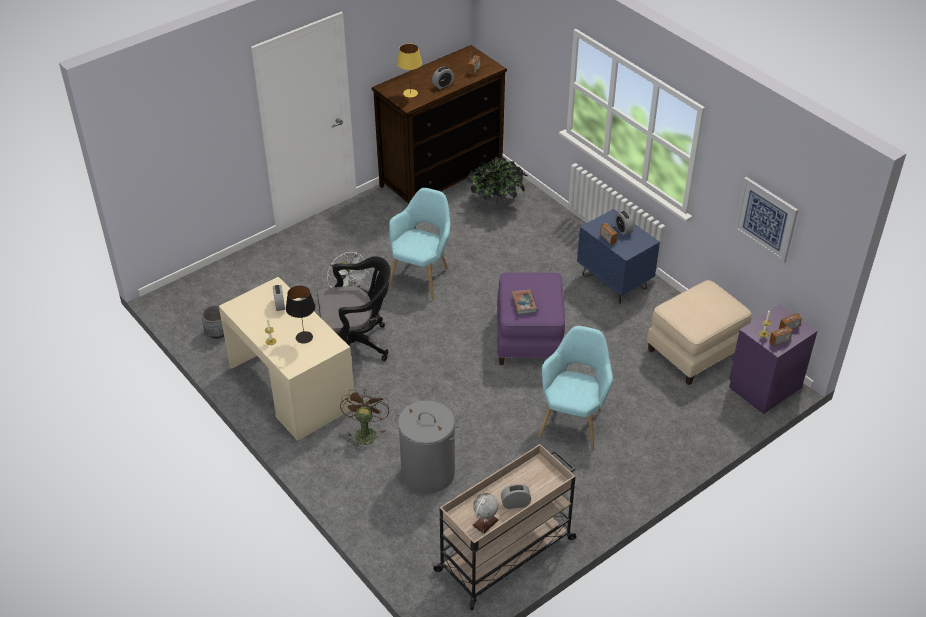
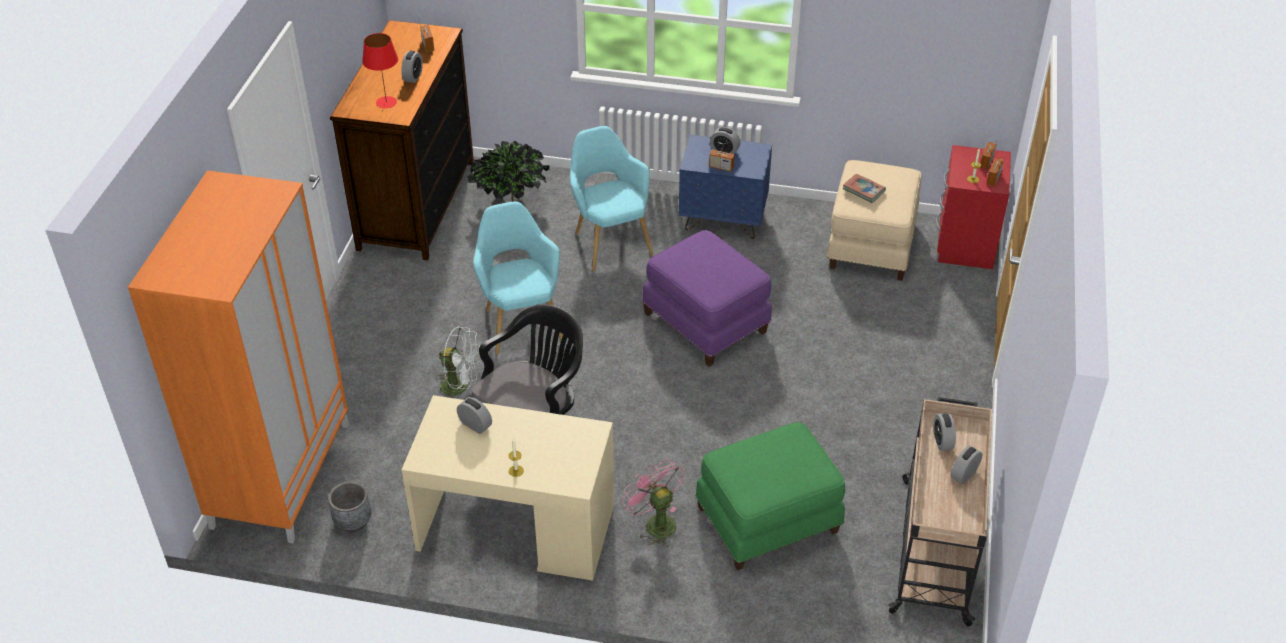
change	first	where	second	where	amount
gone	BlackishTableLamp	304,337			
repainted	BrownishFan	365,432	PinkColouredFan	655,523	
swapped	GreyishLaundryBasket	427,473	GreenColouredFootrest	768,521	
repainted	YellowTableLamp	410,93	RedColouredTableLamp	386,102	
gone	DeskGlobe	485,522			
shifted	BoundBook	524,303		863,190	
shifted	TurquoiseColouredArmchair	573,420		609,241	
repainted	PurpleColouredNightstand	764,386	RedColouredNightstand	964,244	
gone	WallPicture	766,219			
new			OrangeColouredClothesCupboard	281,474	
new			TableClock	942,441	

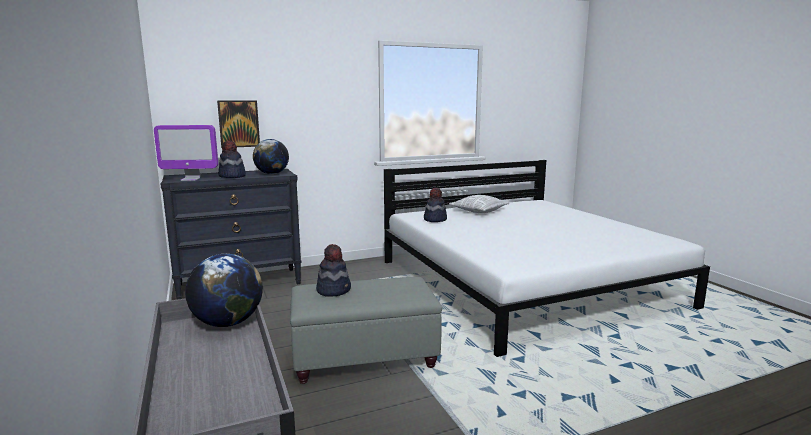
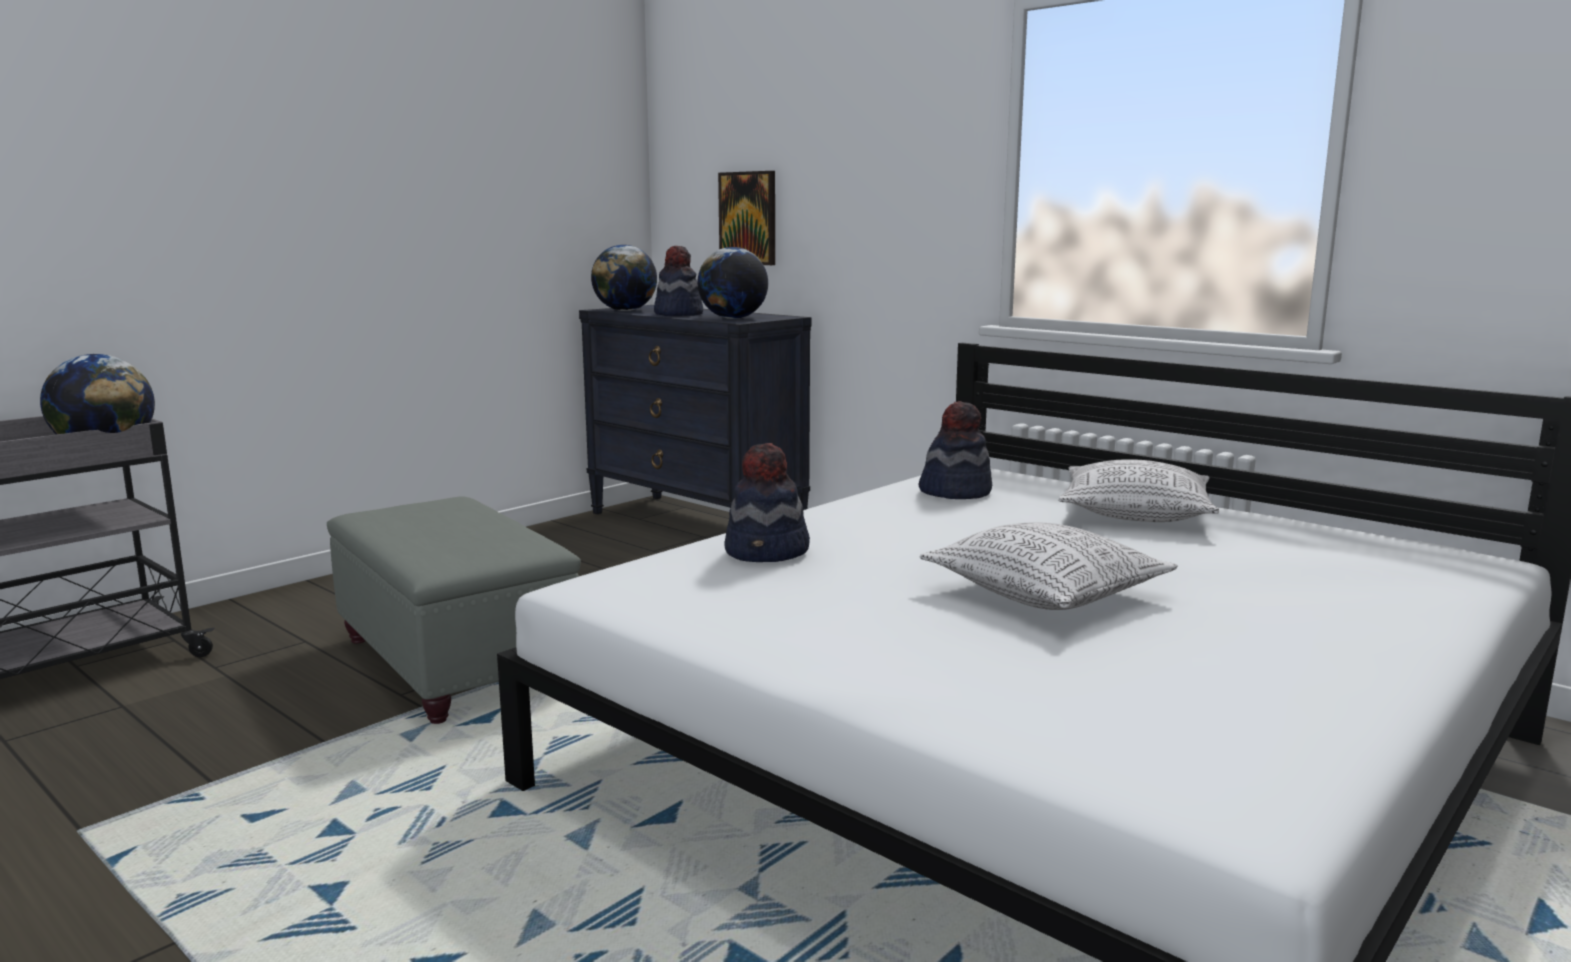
change	first	where	second	where	amount
swapped	ComputerDisplay	190,179	DeskGlobe	625,310	
shifted	ClothingHat	334,290		768,552	
new			Pillow	1046,594	

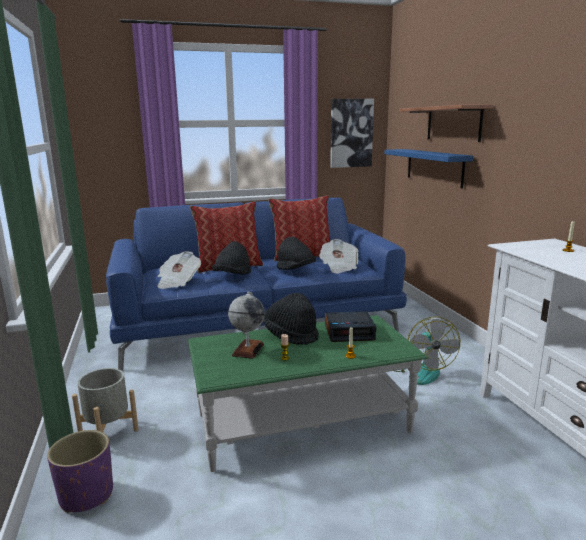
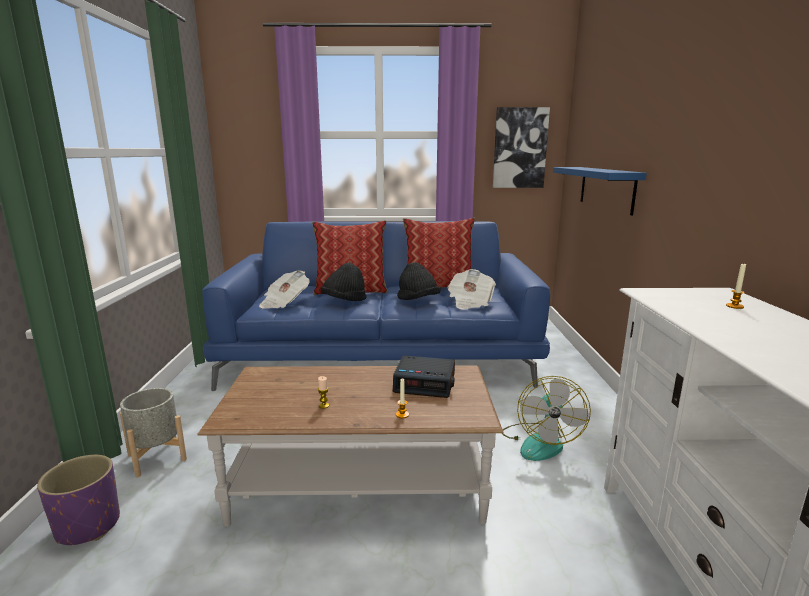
change	first	where	second	where	amount
repainted	GreenColouredLowTable	303,423	BrownishLowTable	360,485	
gone	DeskGlobe	248,349			
gone	BlackishClothingHat	291,335			
gone	WallShelf	453,123			

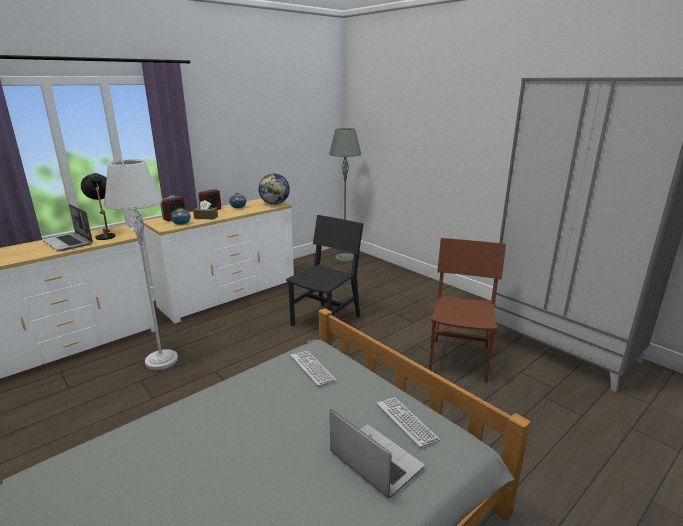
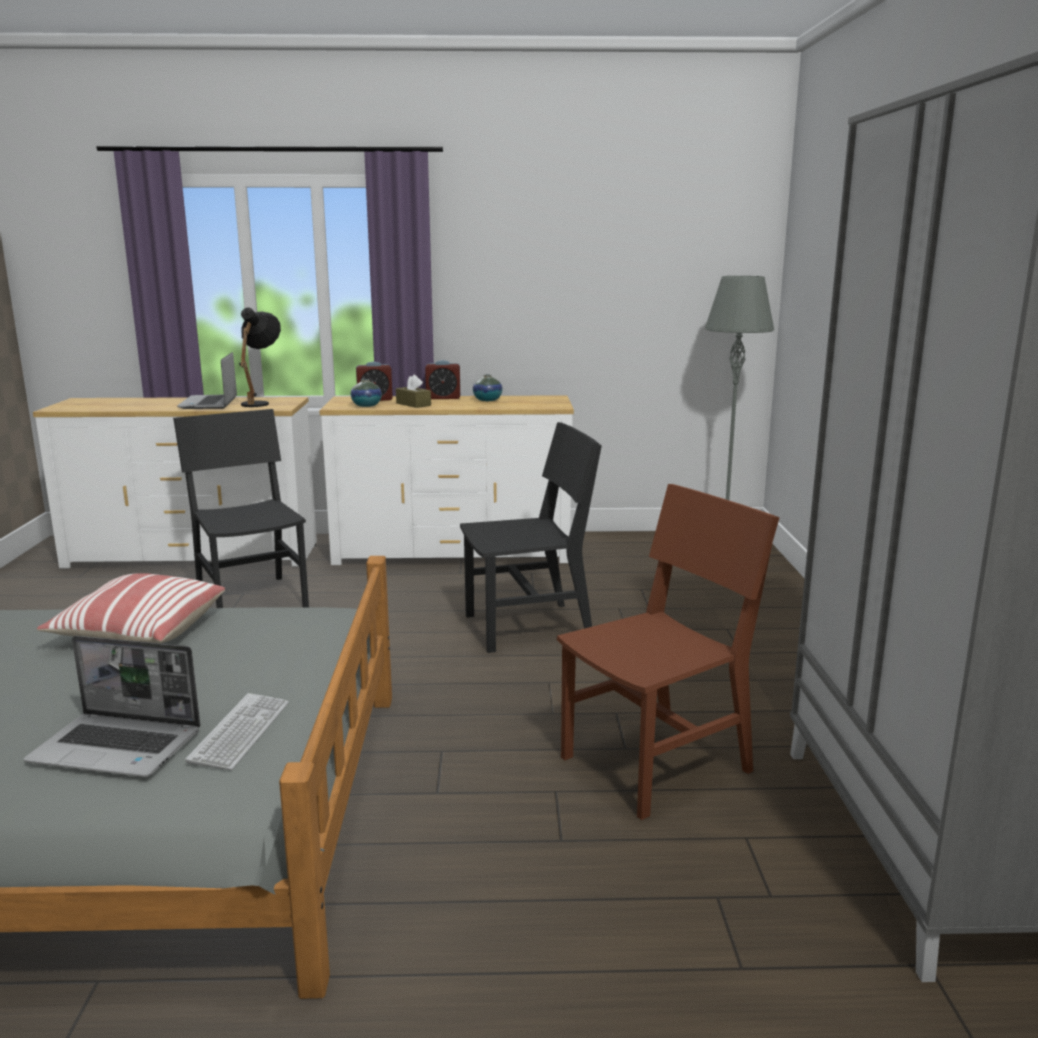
change	first	where	second	where	amount
swapped	GreyishStandingLamp	161,360	BlackishChair	252,600	
gone	DeskGlobe	275,204			
gone	ComputerKeyboard	312,368			
rotated	PortableComputer	374,461		119,747	105 degrees clockwise
new			Pillow	139,632	

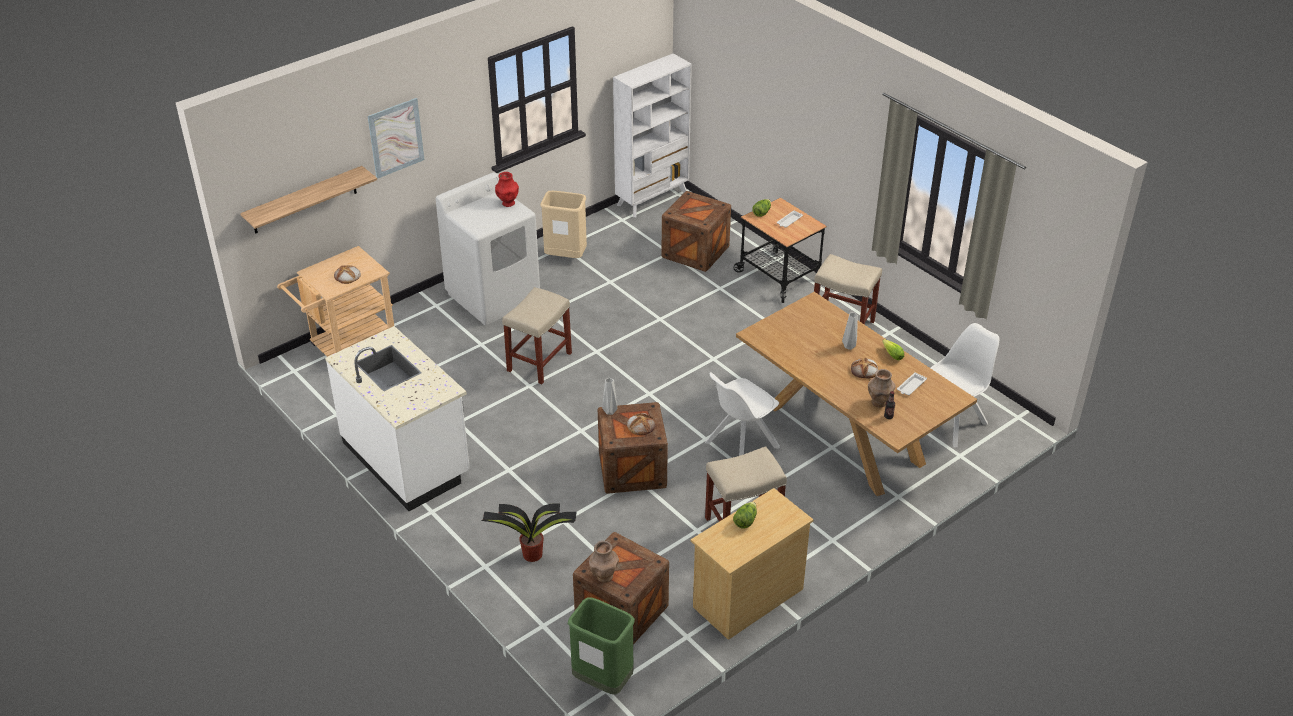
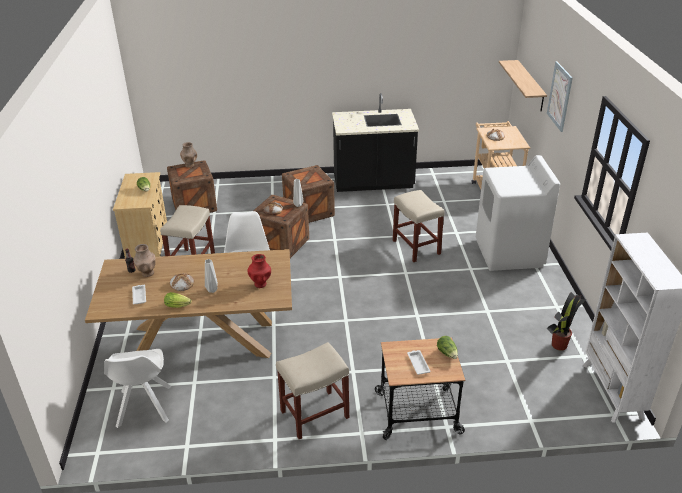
change	first	where	second	where	amount
repainted	WhiteCounter	407,459	BlackishCounter	373,183	
shifted	Houseplant	531,554		559,344	
shifted	RedColouredDecorativeVase	508,203		260,284	
gone	SandColouredTrashCan	566,257			
gone	GreenColouredTrashCan	602,681			
shifted	PackingCrate	695,252		309,211	

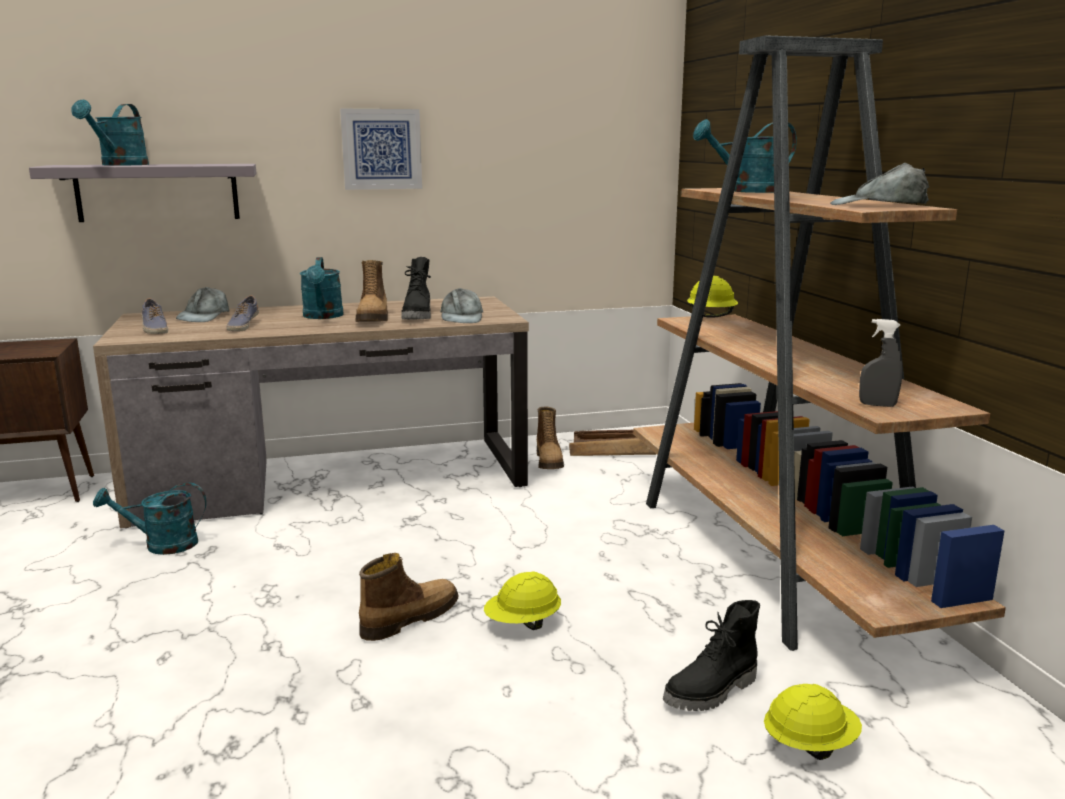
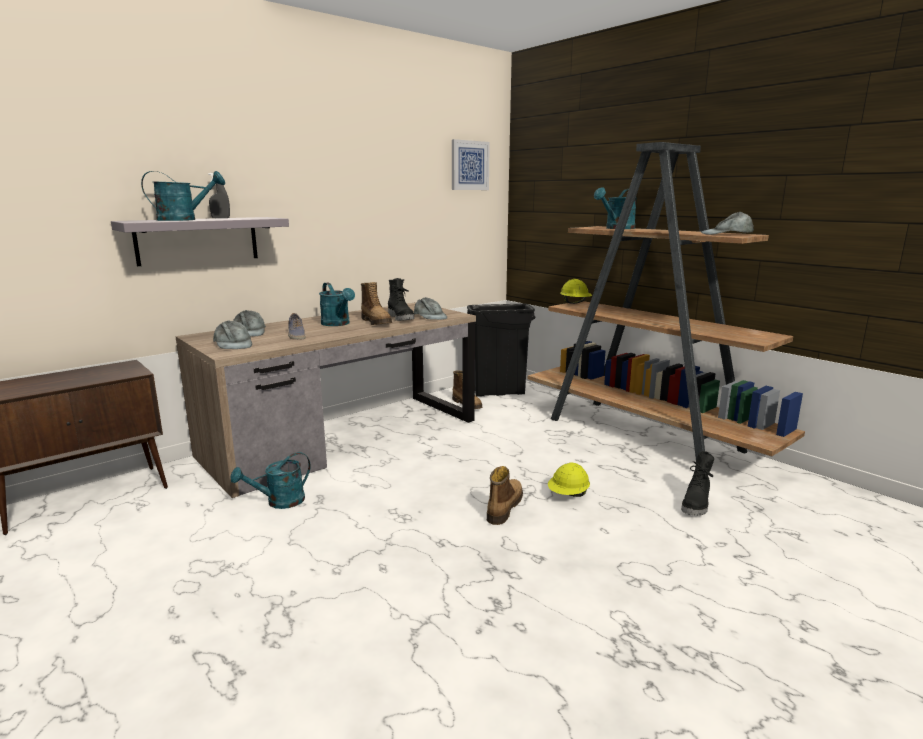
change	first	where	second	where	amount
rotated	TurquoiseColouredWateringCan	120,165		184,220	90 degrees counterclockwise
swapped	LowShoe	154,329	GreyishPeakedCap	233,344	
shifted	WallPicture	381,149		469,165	
swapped	PackingCrate	619,451	BlackishTrashCan	499,393	
gone	YellowHardHat	809,745			
shifted	GreyishSprayBottle	877,405		220,218	

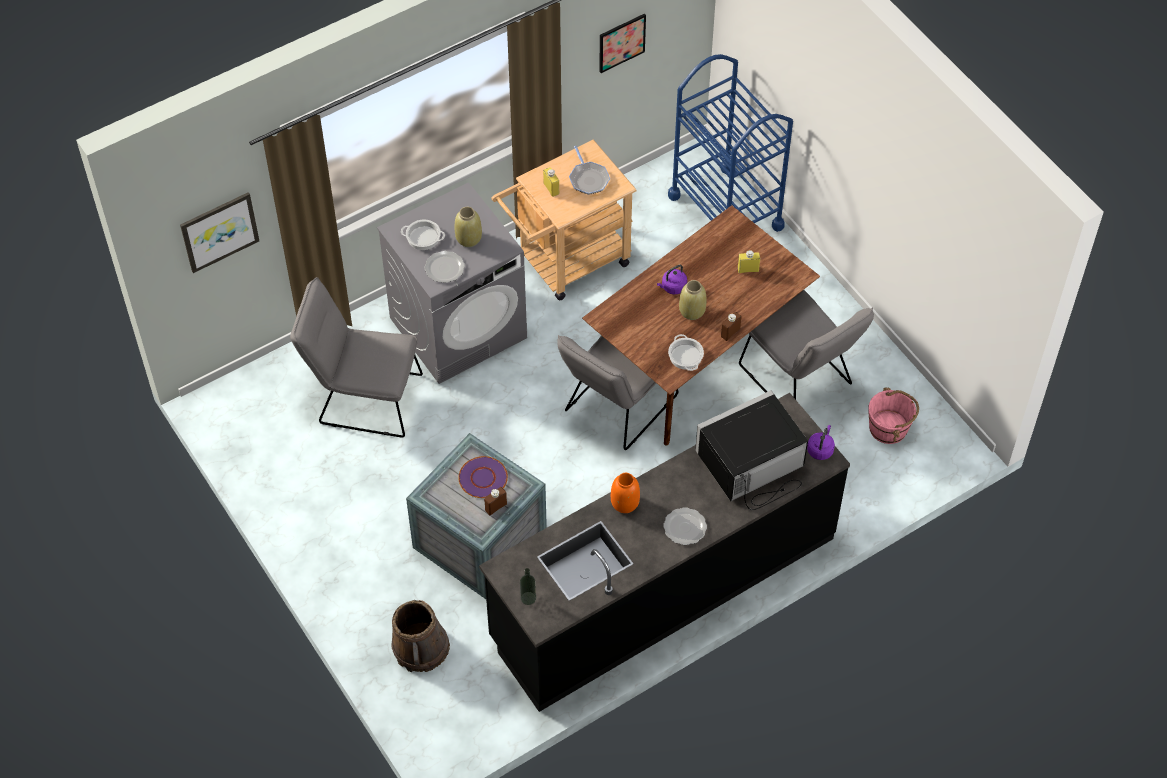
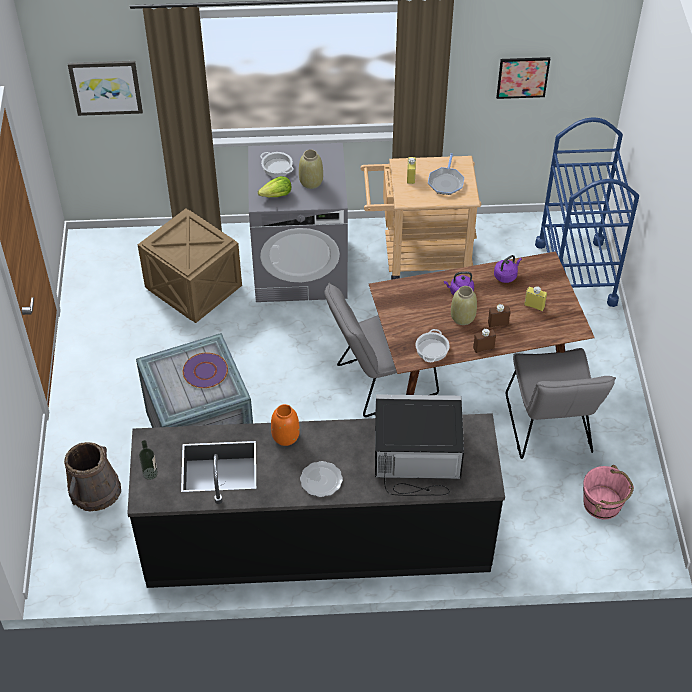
change	first	where	second	where	amount
swapped	GreyishChair	363,398	PackingCrate	192,287	
swapped	Plate	445,268	LettuceHead	276,195	
shifted	BrownishBottle	496,507		498,323	
shifted	PurpleColouredTeaKettle	820,449		506,275	

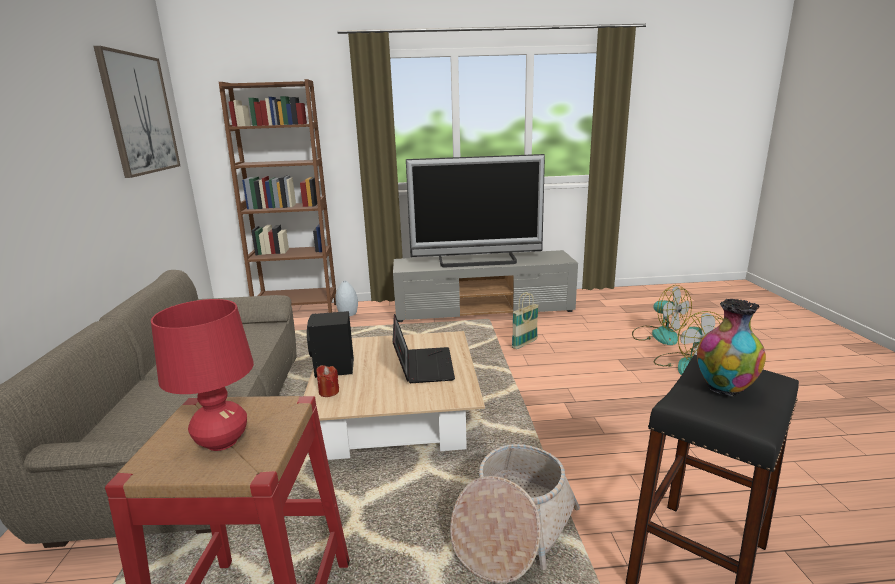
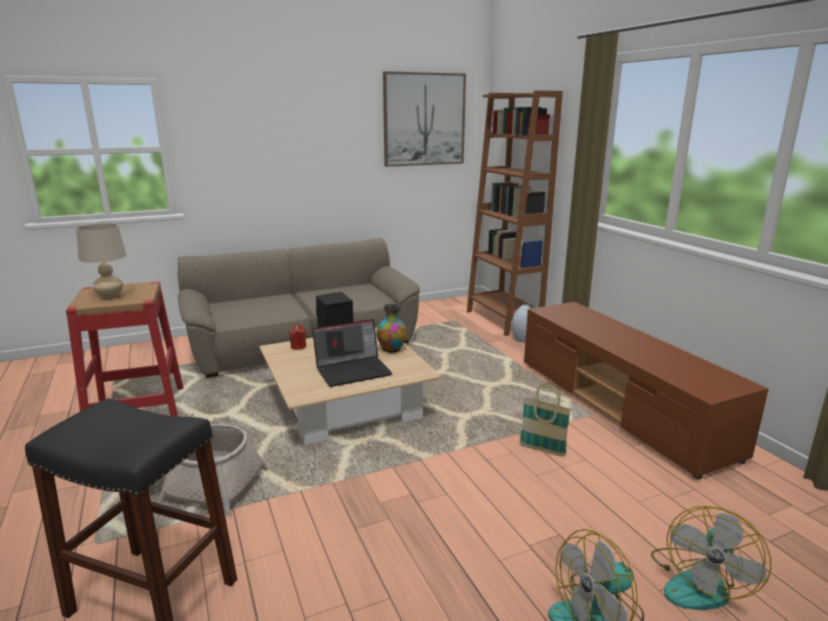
change	first	where	second	where	amount
repainted	RedColouredTableLamp	222,442	SandColouredTableLamp	110,296	
repainted	GreyishTvUnit	484,309	BrownishTvUnit	621,407	
gone	Television	477,261			
shifted	DecorativeVase	725,387		392,350	

